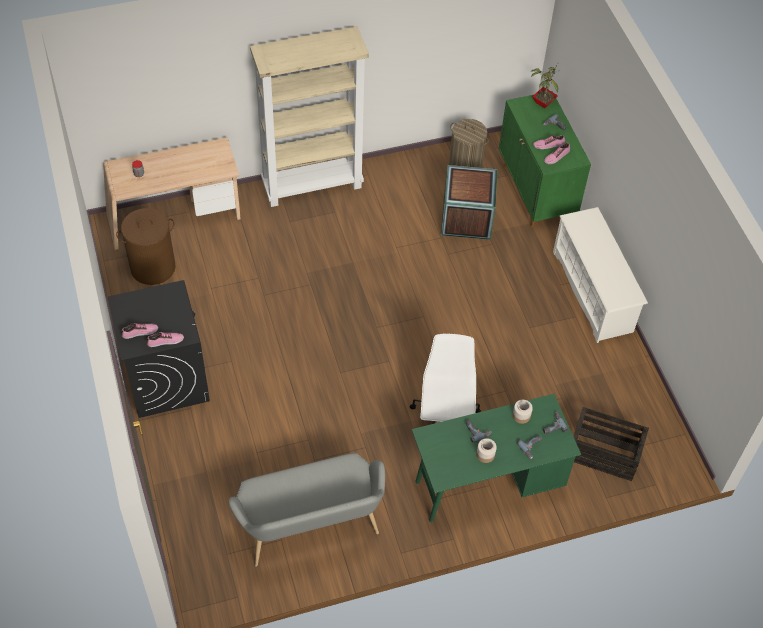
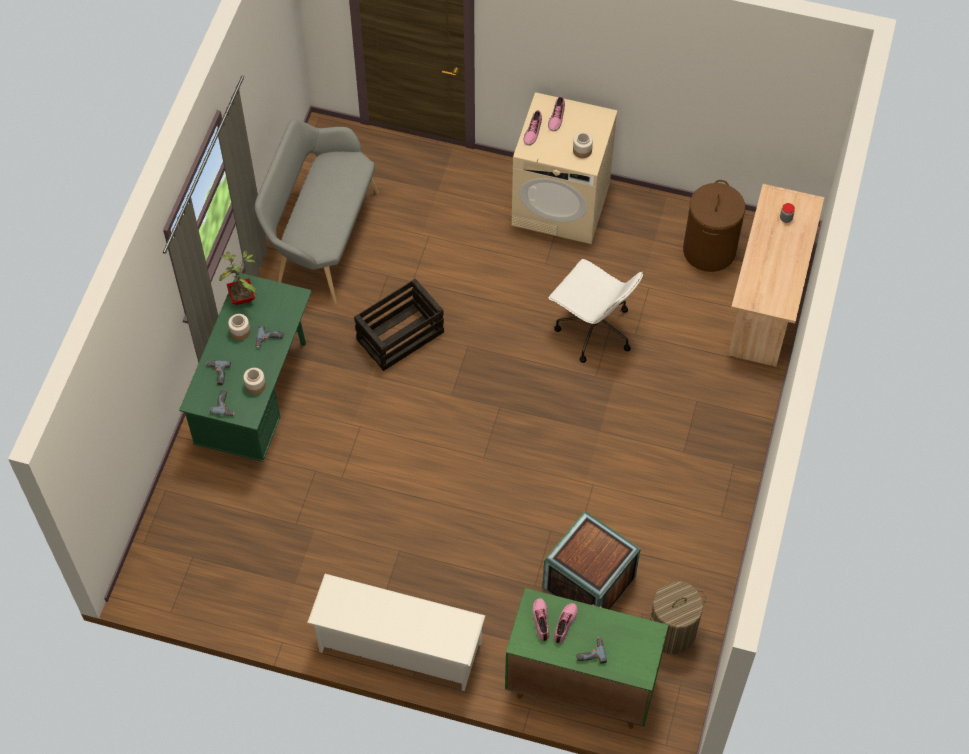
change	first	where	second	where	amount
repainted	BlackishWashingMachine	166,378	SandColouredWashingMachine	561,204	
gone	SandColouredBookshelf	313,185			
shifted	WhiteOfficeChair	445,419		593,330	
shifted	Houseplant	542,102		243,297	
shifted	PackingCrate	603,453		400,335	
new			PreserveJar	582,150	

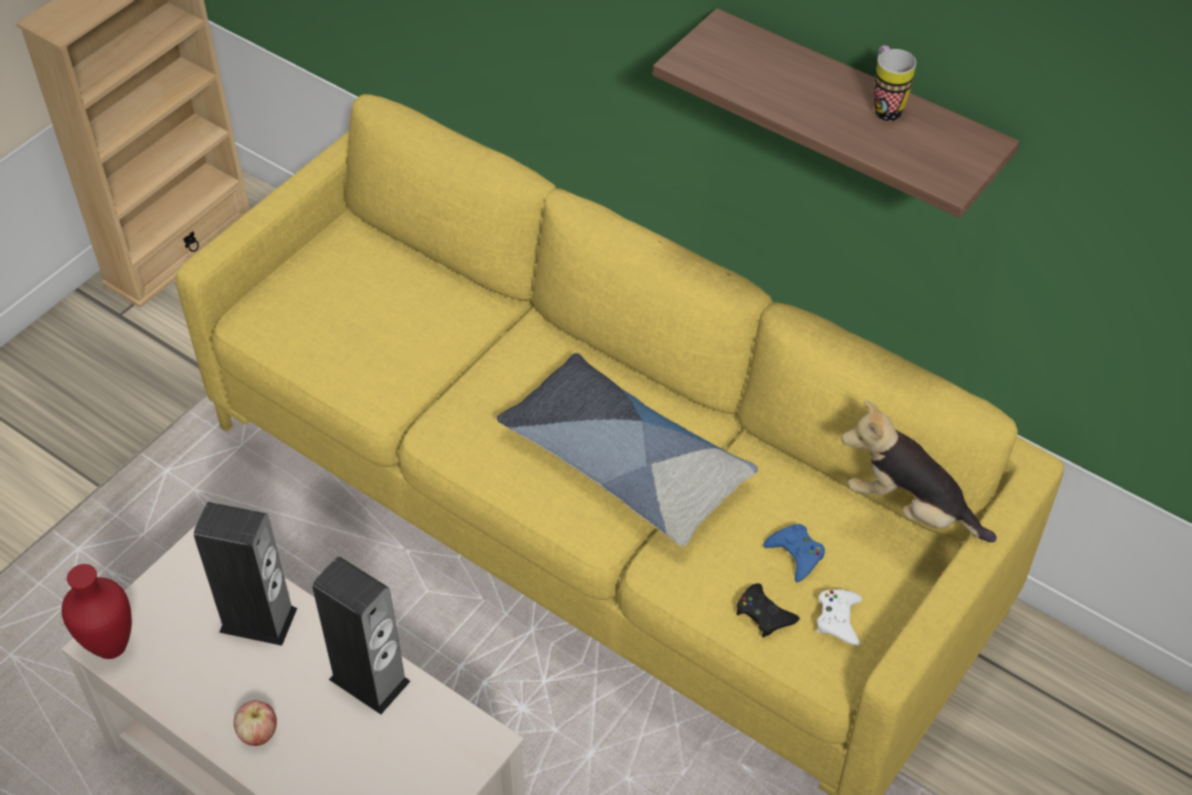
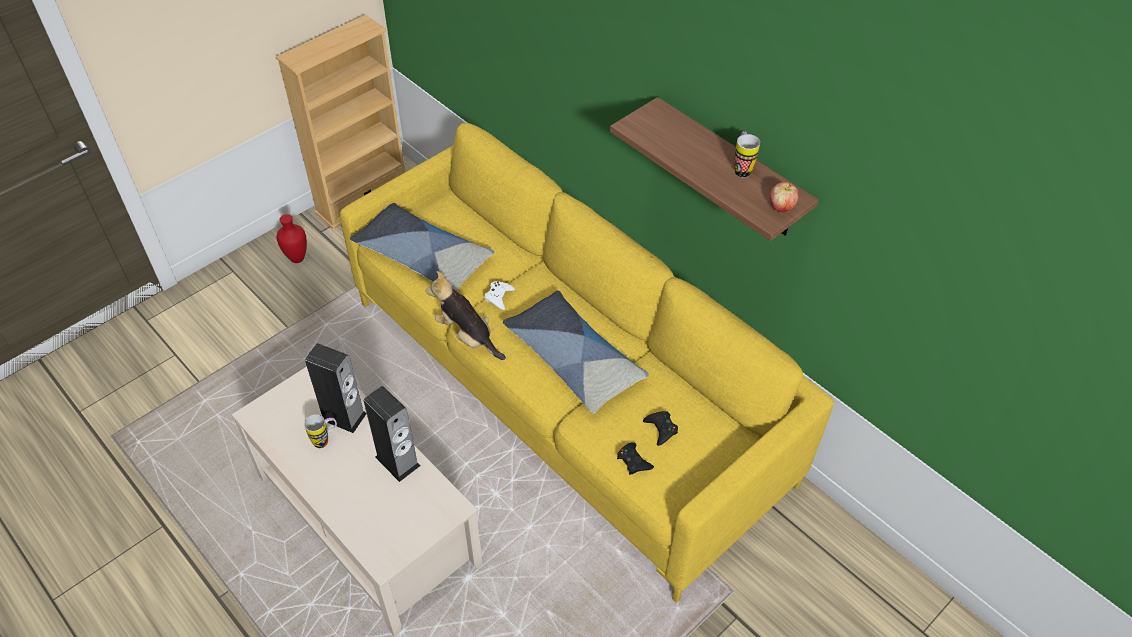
change	first	where	second	where	amount
shifted	RedColouredDecorativeVase	114,646		298,258	
shifted	WholeApple	258,734		781,207	
repainted	BlueJoypad	796,554	BlackishJoypad	661,429	
shifted	WhiteJoypad	838,619		499,297	
shifted	CuddlyToy	910,508		467,336	
new			Mug	325,440	
new			Pillow	423,256	

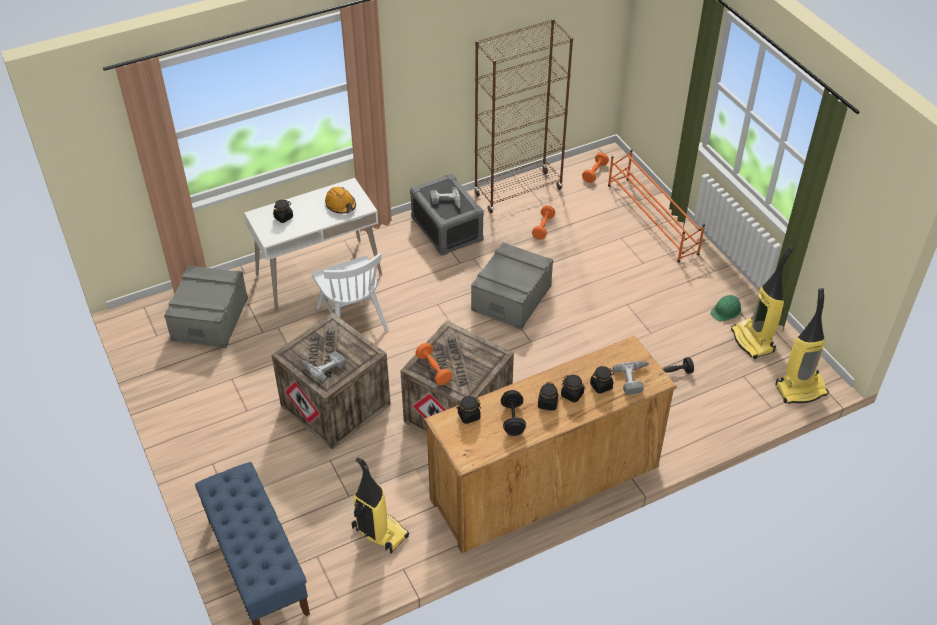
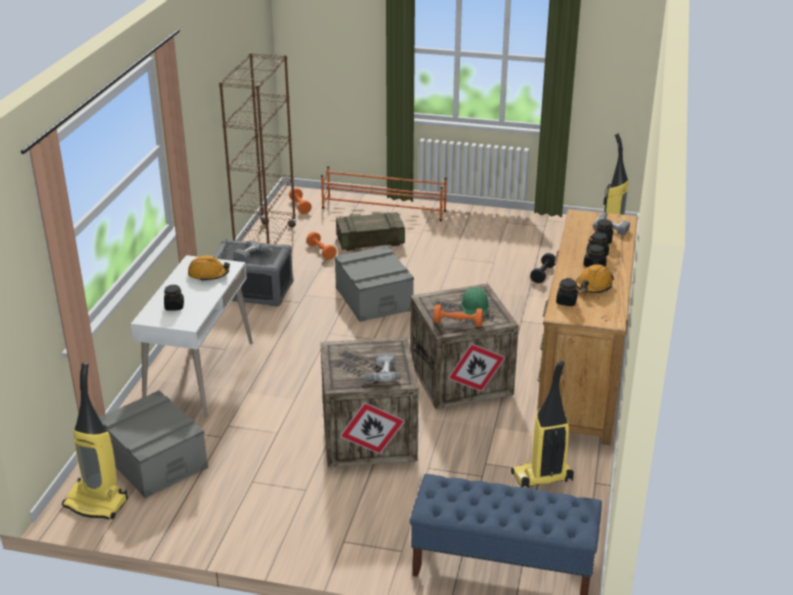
change	first	where	second	where	amount
gone	WhiteChair	352,318			
swapped	BlackishHandWeight	513,419	OrangeColouredHardHat	593,286	
shifted	GreenColouredHardHat	726,310		475,306	
shifted	Vacuum	753,341		97,503	
new			PackingCrate	370,241	

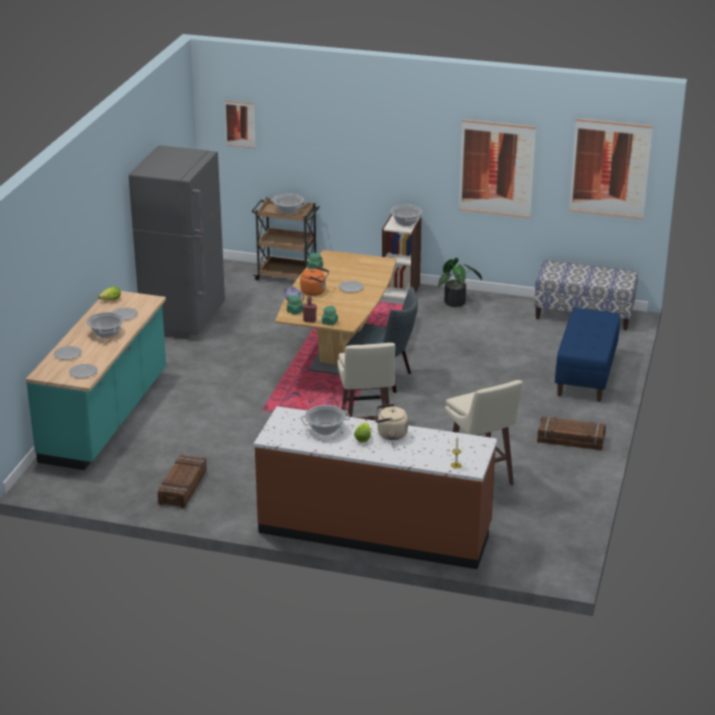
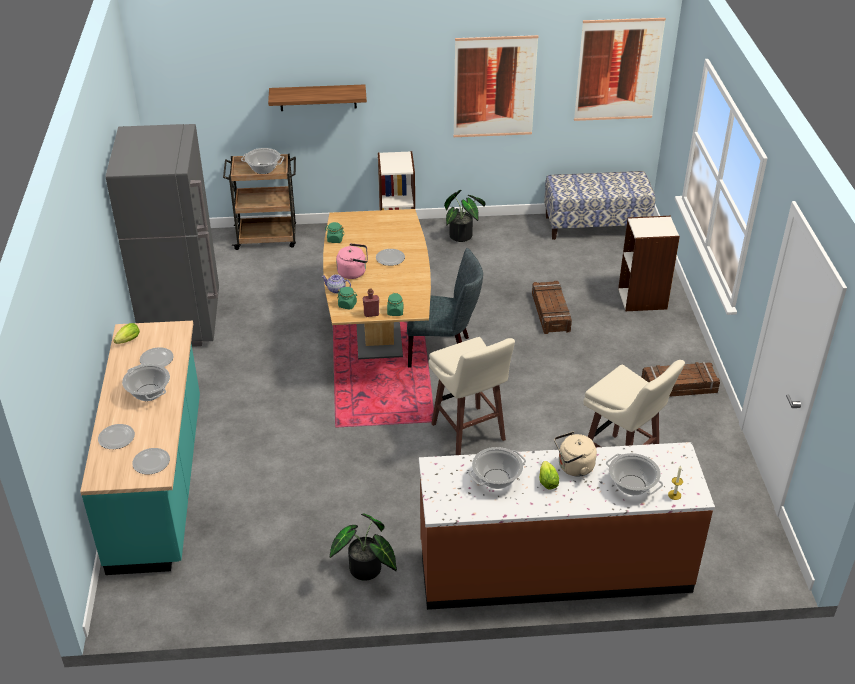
change	first	where	second	where	amount
shifted	PackingCrate	182,487		550,312	
gone	WallPicture	240,124			
repainted	OrangeColouredTeaKettle	315,292	PinkColouredTeaKettle	353,272	
shifted	Stockpot	406,222		632,485	
swapped	BlueLongSeat	586,375	Bookshelf	643,299	
new			WallShelf	318,97	
new			Houseplant	366,572	

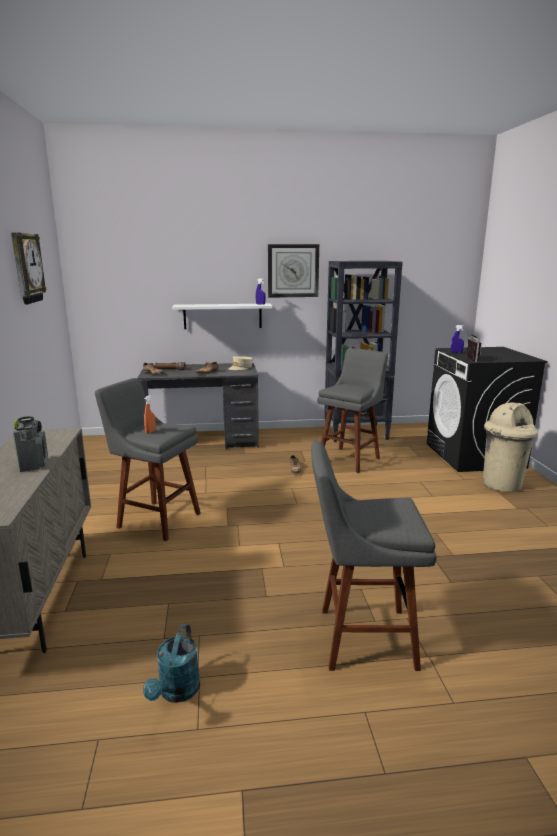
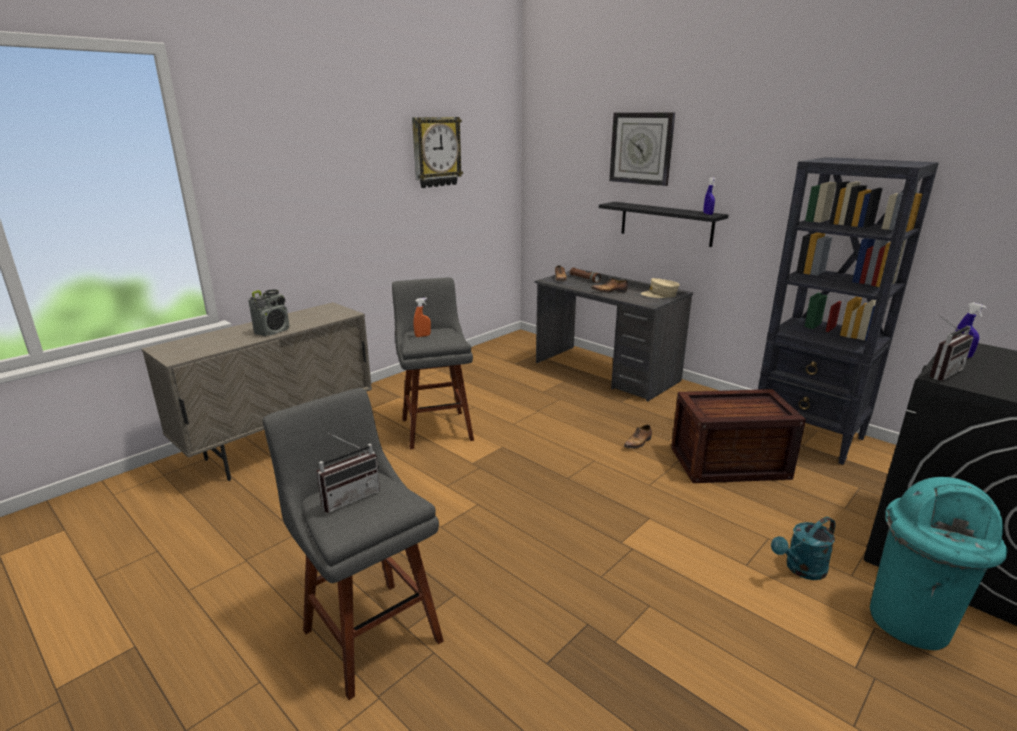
change	first	where	second	where	amount
shifted	TurquoiseColouredWateringCan	177,692		801,569	
repainted	WhiteWallShelf	222,316	BlackishWallShelf	666,223	
shifted	WallClock	293,271		641,148	
swapped	GreyishStool	350,459	PackingCrate	730,463	
repainted	SandColouredTrashCan	502,484	TurquoiseColouredTrashCan	911,622	
new			RadioSet	349,496	

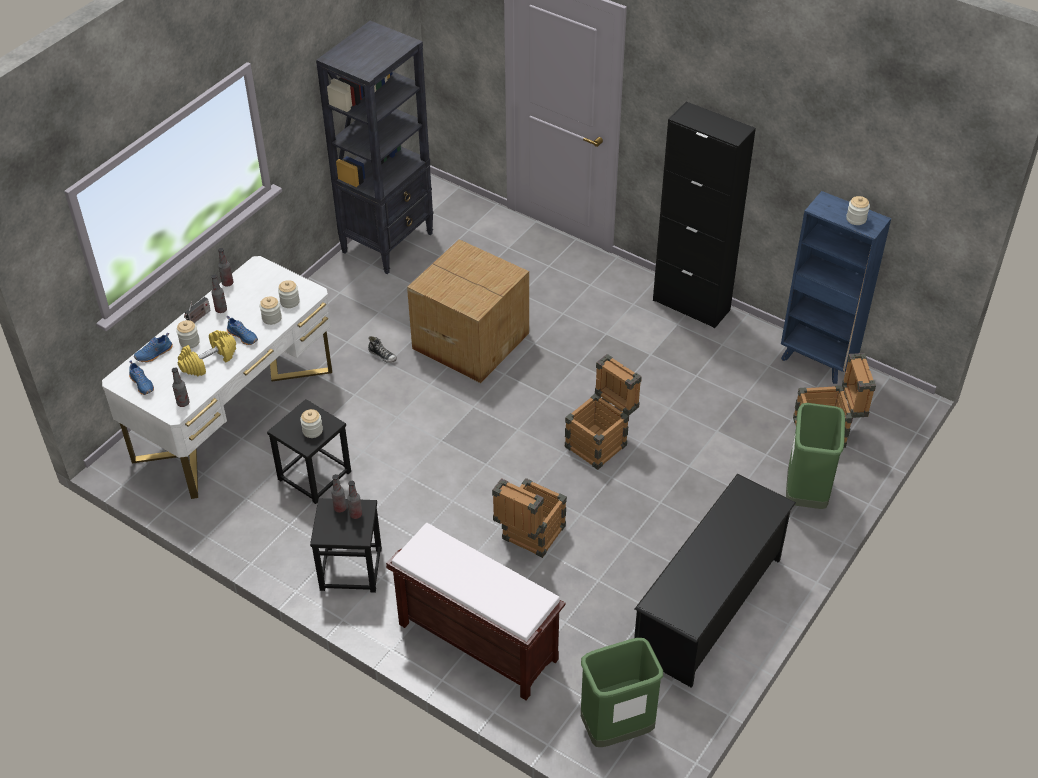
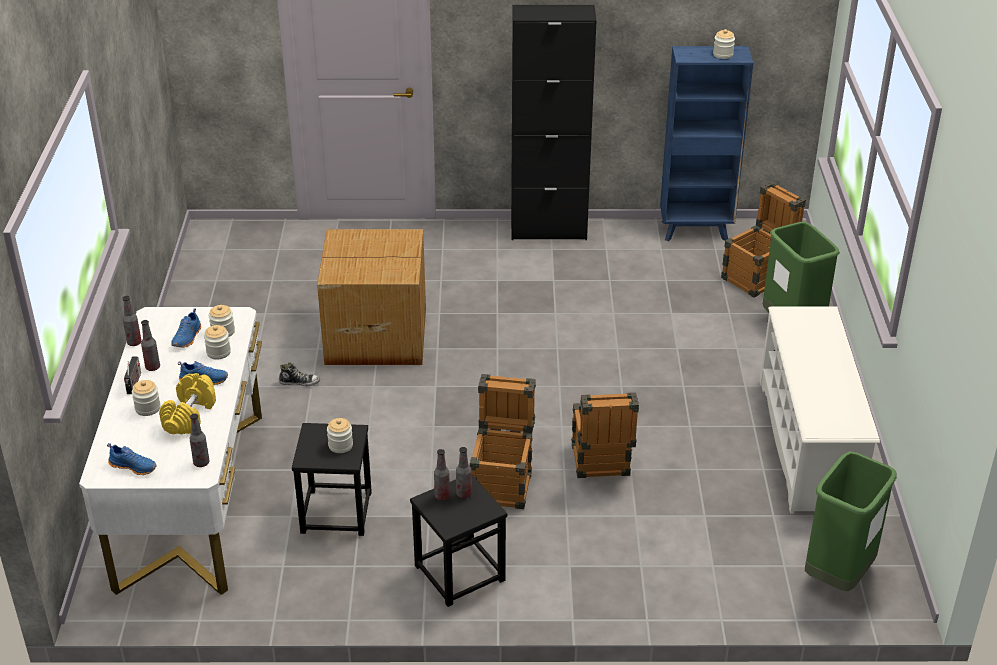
change	first	where	second	where	amount
shifted	BlueLowShoe	154,354		188,338	
gone	BlackishBookshelf	388,242			
gone	BrownishLongSeat	476,641			
shifted	PackingCrate	601,442		503,482	
repainted	BlackishShoeShelf	709,607	WhiteShoeShelf	808,444	

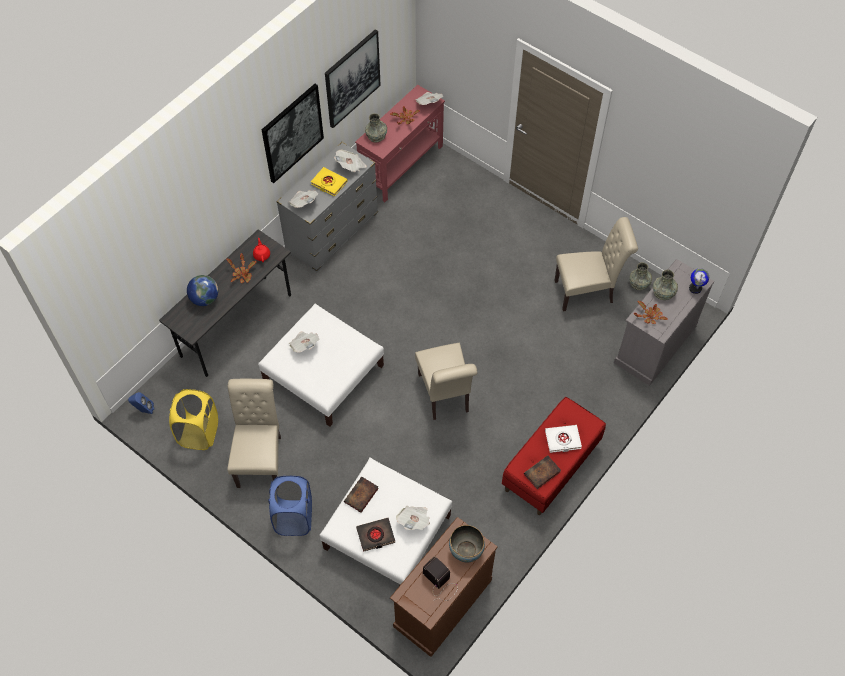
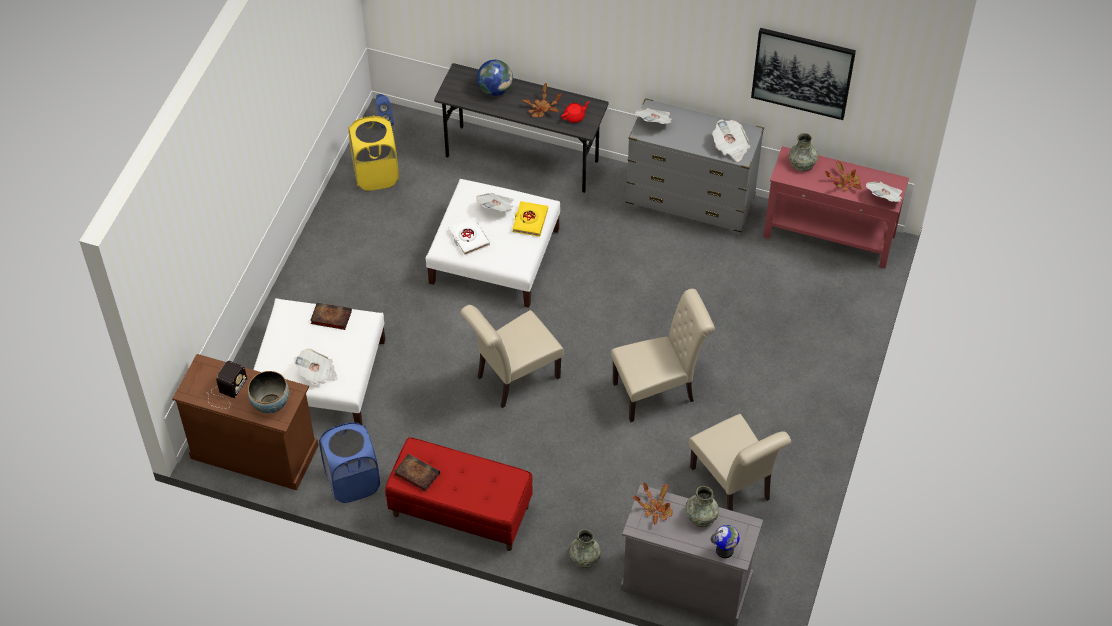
change	first	where	second	where	amount
shifted	SandColouredChair	260,457		658,391	
gone	WallPicture	292,133			
shifted	BlueLaundryBasket	294,518		353,482	
shifted	YellowBoundBook	329,183		529,221	
gone	BlackishBoundBook	375,535			
shifted	WhiteBoundBook	563,440		468,238	
shifted	GreyishDecorativeVase	639,283		584,557	

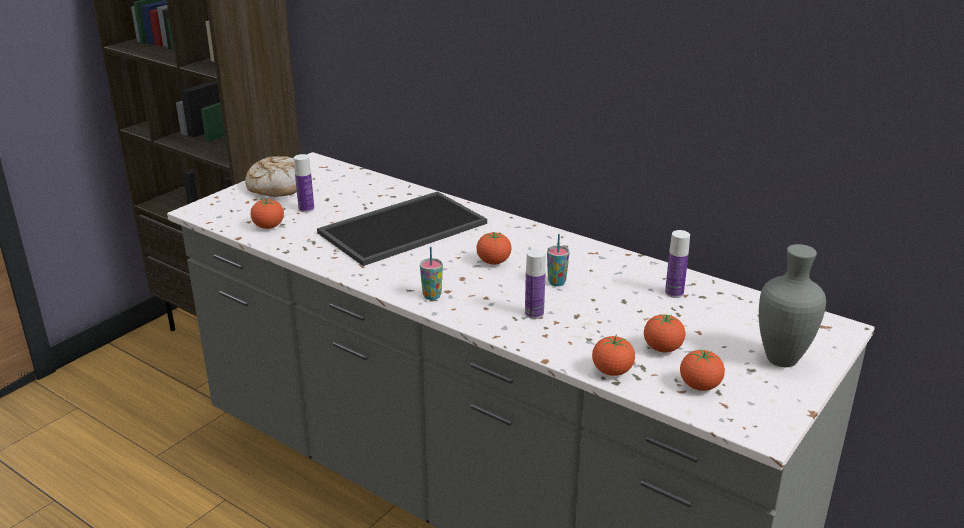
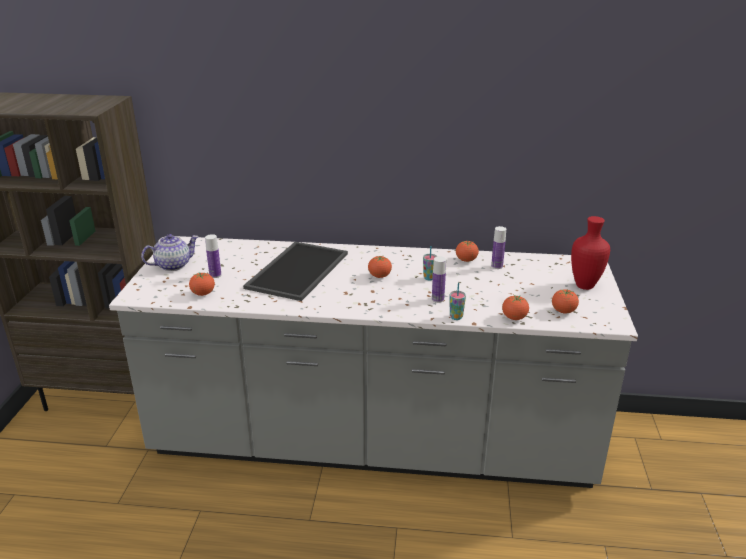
change	first	where	second	where	amount
swapped	Bread	277,186	PotForTea	173,265	
shifted	DrinkingCup	432,296		456,317	
shifted	WholeTomato	662,349		466,260	
repainted	GreyishDecorativeVase	780,359	RedColouredDecorativeVase	583,285	

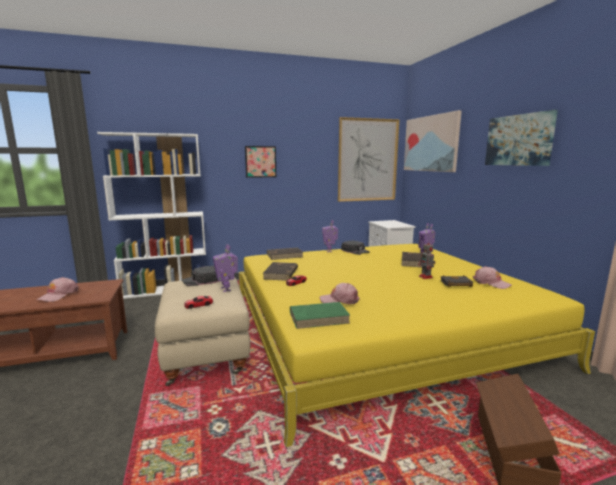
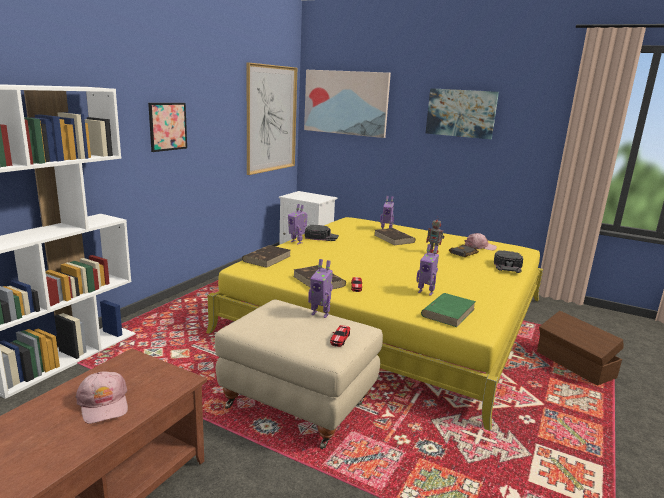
change	first	where	second	where	amount
shifted	BlackishPeakedCap	202,280		508,266	
swapped	PinkColouredPeakedCap	339,300	ToyRobot	426,292	

